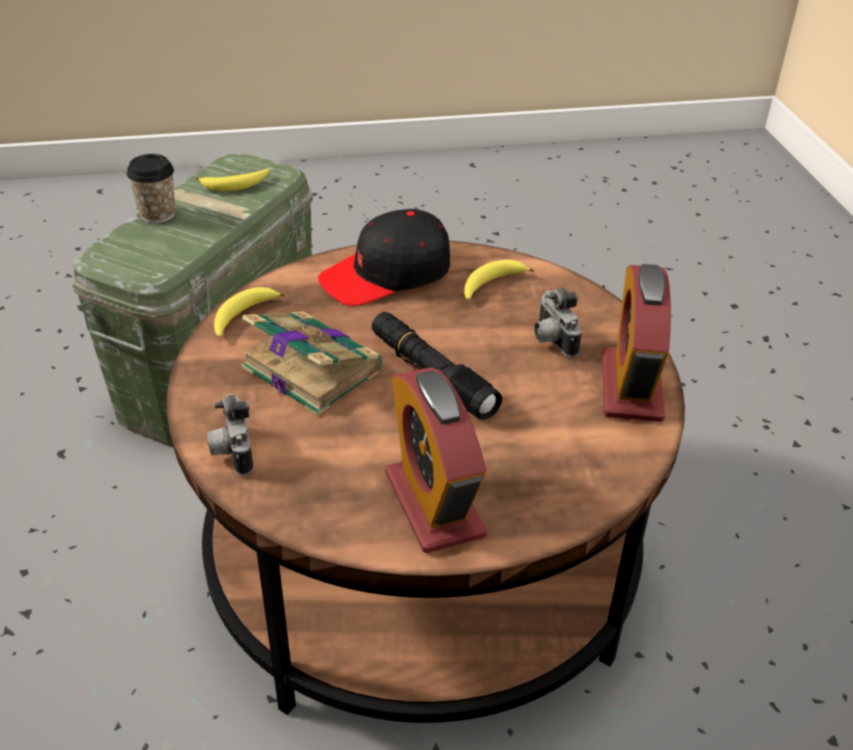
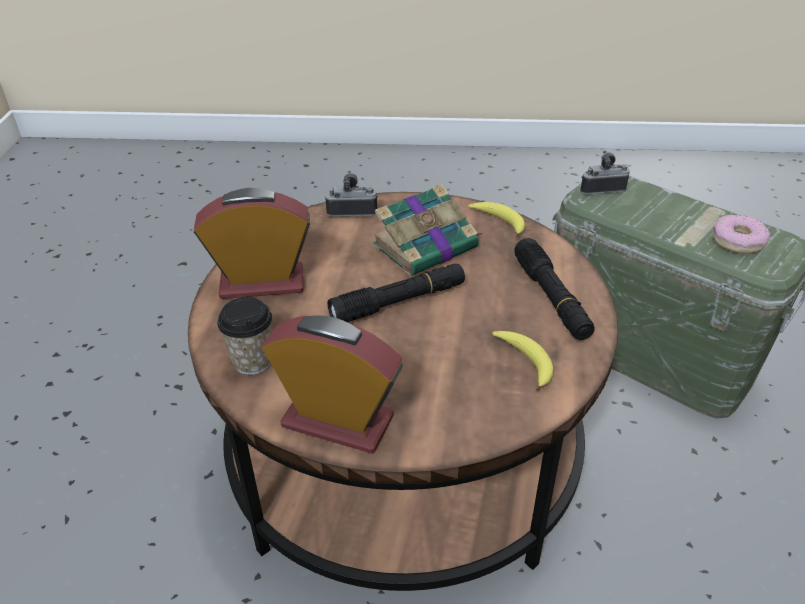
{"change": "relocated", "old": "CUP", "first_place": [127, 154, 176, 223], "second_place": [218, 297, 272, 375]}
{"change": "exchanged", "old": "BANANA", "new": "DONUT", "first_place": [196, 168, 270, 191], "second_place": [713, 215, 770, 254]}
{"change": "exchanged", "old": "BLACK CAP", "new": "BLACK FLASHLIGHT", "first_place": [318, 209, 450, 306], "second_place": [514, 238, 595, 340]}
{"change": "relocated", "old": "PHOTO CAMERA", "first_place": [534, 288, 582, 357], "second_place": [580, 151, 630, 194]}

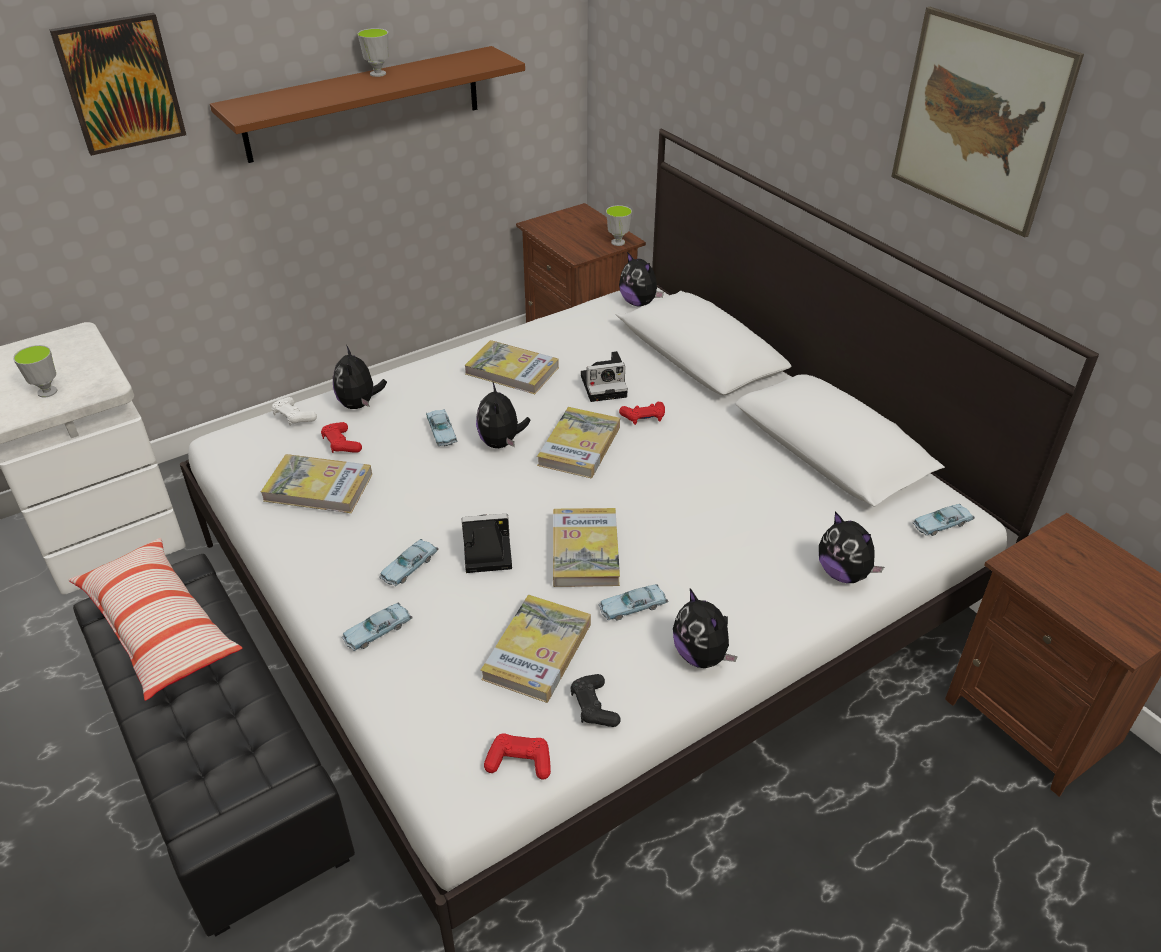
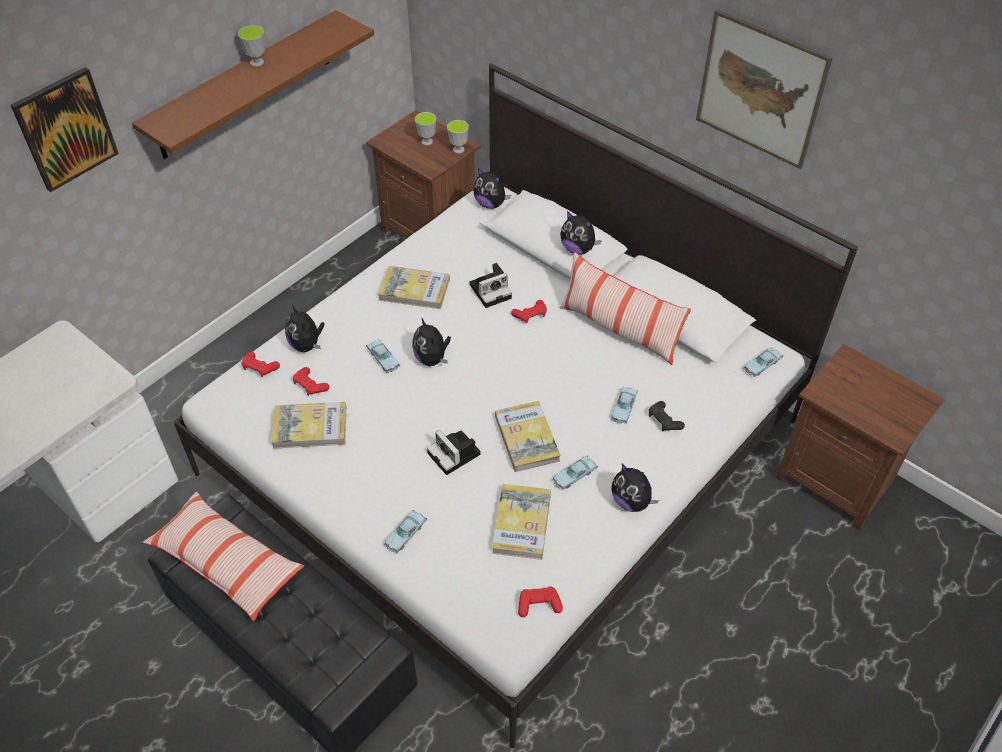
{"change": "relocated", "old": "CUP", "first_place": [13, 345, 57, 398], "second_place": [415, 112, 436, 146]}
{"change": "colour", "old": "WHITE GAME CONTROLLER", "new": "RED GAME CONTROLLER", "first_place": [272, 397, 317, 426], "second_place": [242, 352, 280, 377]}
{"change": "relocated", "old": "BLUE TOY CAR", "first_place": [379, 539, 439, 586], "second_place": [611, 386, 638, 424]}
{"change": "spun", "old": "PHOTO CAMERA", "first_place": [462, 514, 512, 573], "second_place": [427, 430, 481, 475], "degrees": -105}
{"change": "missing", "old": "BOOK", "first_place": [537, 407, 620, 478]}
{"change": "relocated", "old": "BLACK GAME CONTROLLER", "first_place": [571, 674, 621, 727], "second_place": [649, 401, 685, 431]}
{"change": "relocated", "old": "PLUSH TOY", "first_place": [819, 511, 884, 583], "second_place": [560, 211, 602, 255]}
{"change": "appeared", "new": "PILLOW", "second_place": [559, 252, 691, 365]}

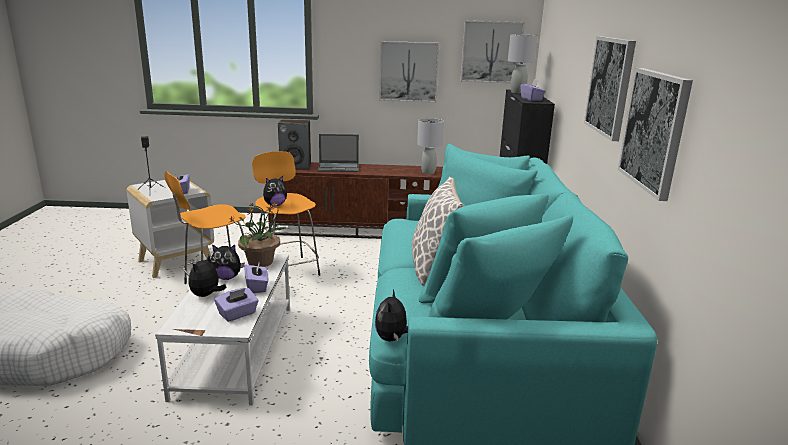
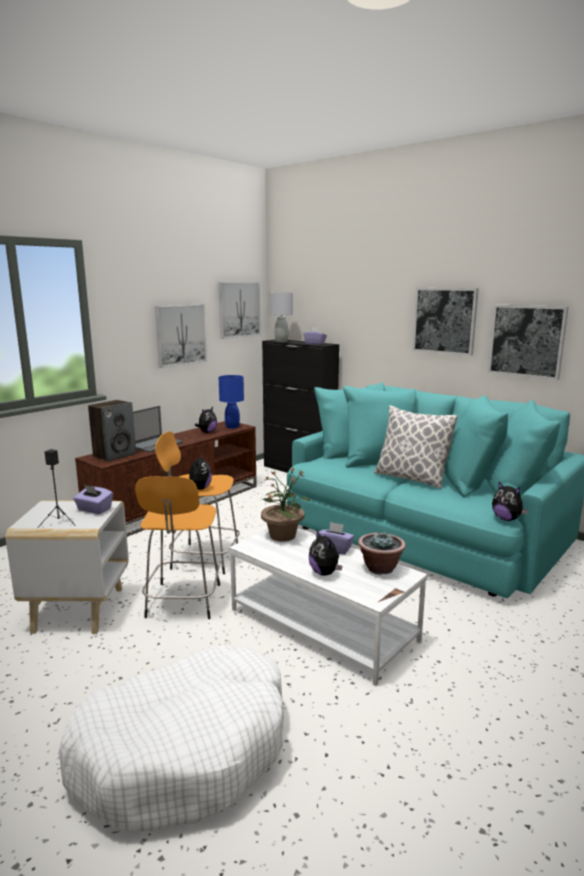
{"change": "relocated", "old": "PLUSH TOY", "first_place": [211, 245, 245, 280], "second_place": [195, 407, 217, 433]}
{"change": "exchanged", "old": "PURPLE TISSUE BOX", "new": "POTTED PLANT", "first_place": [214, 288, 259, 322], "second_place": [358, 532, 406, 575]}
{"change": "colour", "old": "GREY TABLE LAMP", "new": "BLUE TABLE LAMP", "first_place": [417, 118, 444, 174], "second_place": [219, 375, 244, 429]}

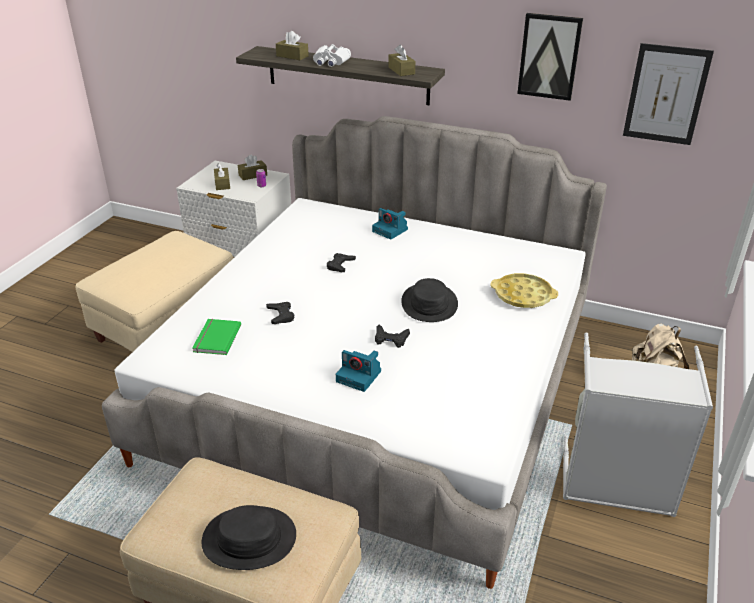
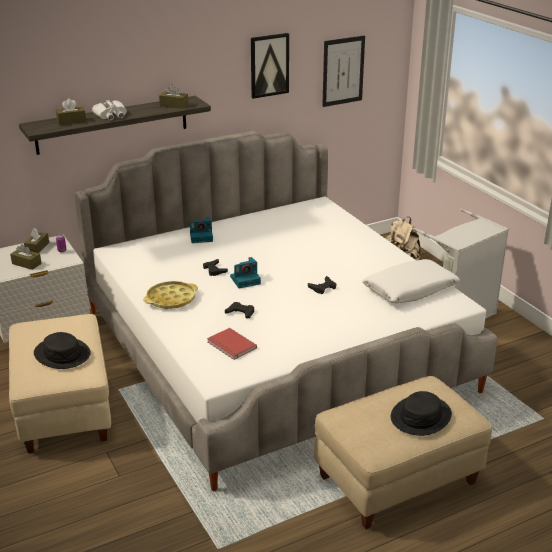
{"change": "colour", "old": "GREEN BOOK", "new": "RED BOOK", "first_place": [192, 319, 241, 355], "second_place": [207, 328, 257, 360]}
{"change": "relocated", "old": "PHOTO CAMERA", "first_place": [336, 350, 381, 392], "second_place": [230, 257, 261, 289]}
{"change": "relocated", "old": "BLACK HAT", "first_place": [401, 278, 458, 322], "second_place": [34, 332, 91, 369]}
{"change": "relocated", "old": "YELLOW TRAY", "first_place": [490, 273, 558, 308], "second_place": [143, 281, 198, 310]}
{"change": "appeared", "new": "WHITE PILLOW", "second_place": [362, 259, 460, 303]}

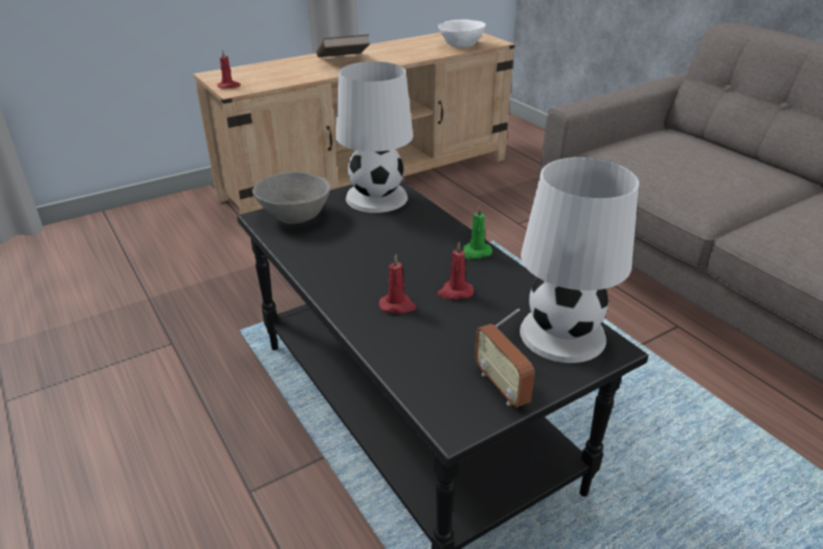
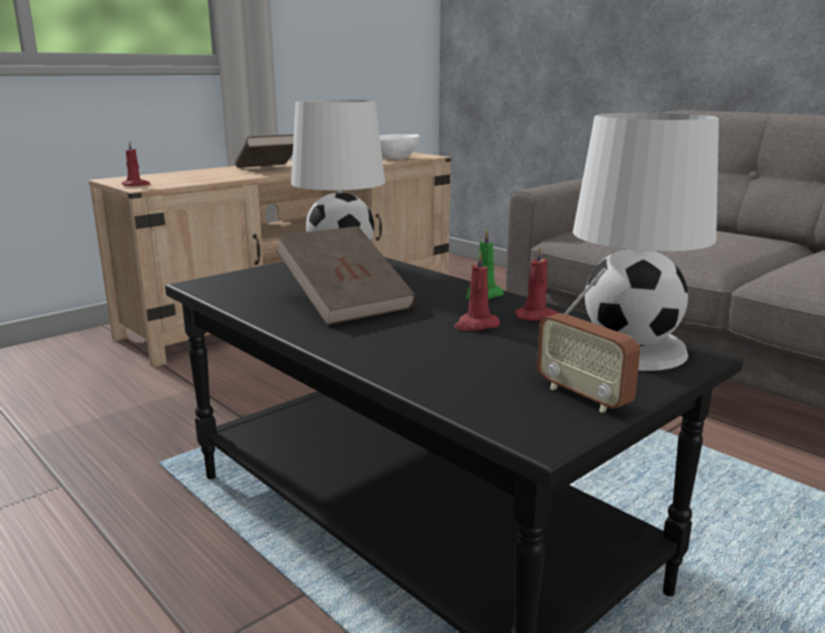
{"change": "missing", "old": "GREY BOWL", "first_place": [252, 172, 331, 224]}
{"change": "relocated", "old": "RED CANDLE", "first_place": [379, 254, 417, 314], "second_place": [515, 244, 559, 321]}
{"change": "appeared", "new": "BROWN BOOK", "second_place": [276, 226, 416, 325]}

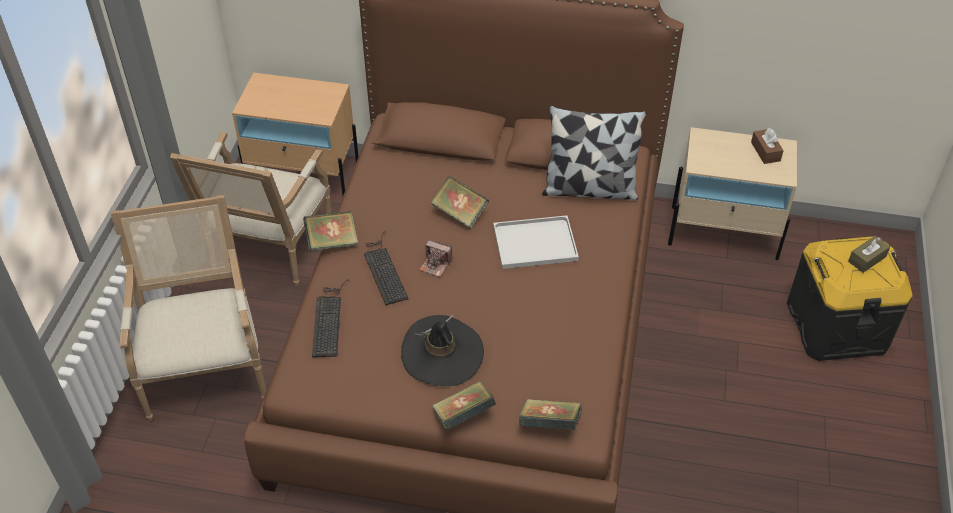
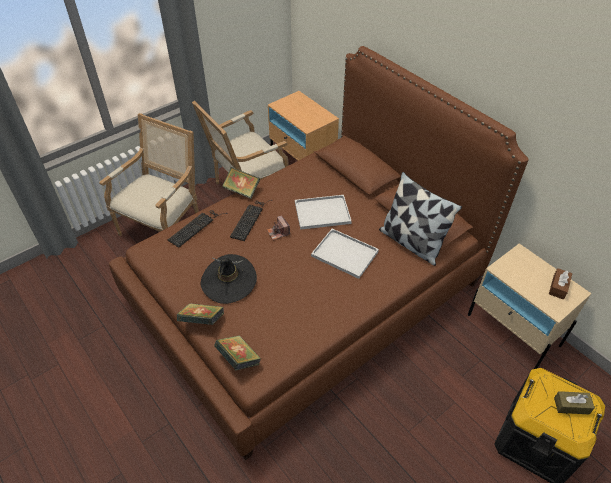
{"change": "exchanged", "old": "BOOK", "new": "WHITE TRAY", "first_place": [431, 176, 489, 229], "second_place": [295, 195, 352, 230]}

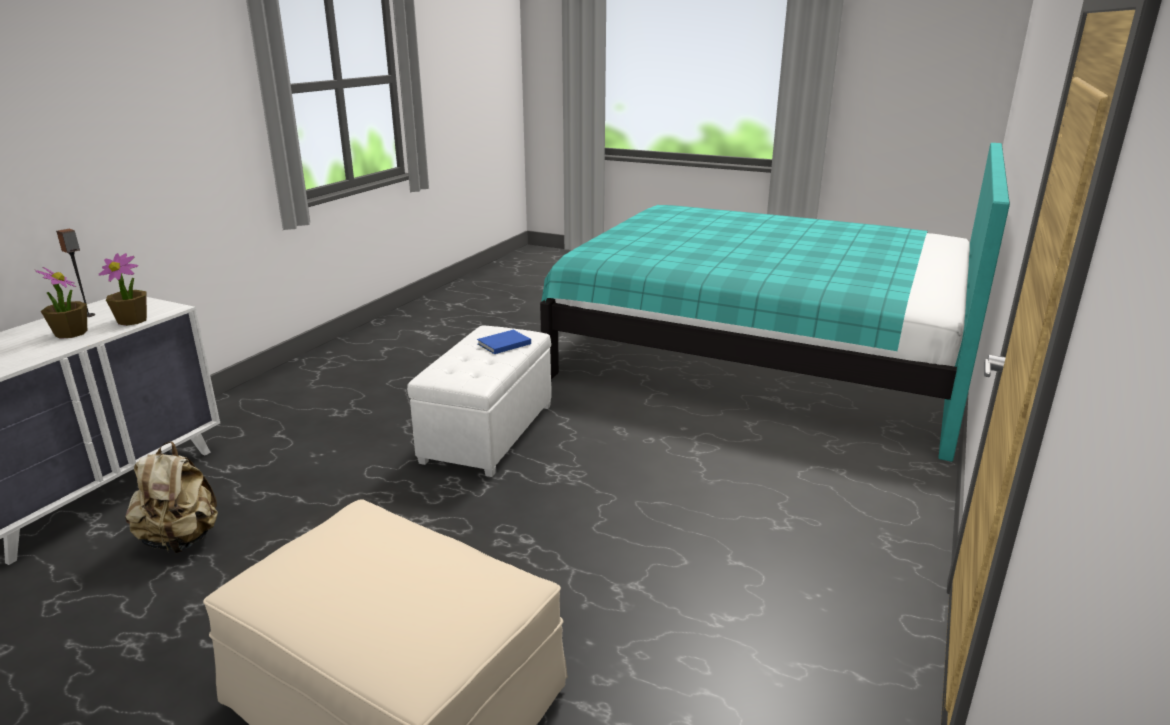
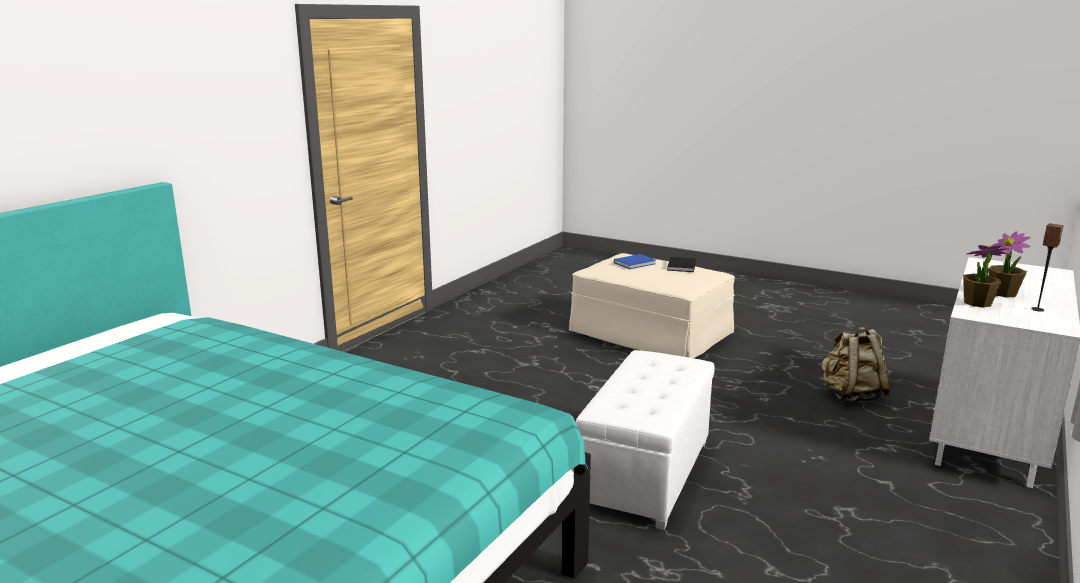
{"change": "relocated", "old": "BLUE BOOK", "first_place": [477, 330, 531, 354], "second_place": [614, 254, 656, 269]}
{"change": "appeared", "new": "BLACK BOOK", "second_place": [667, 257, 696, 272]}

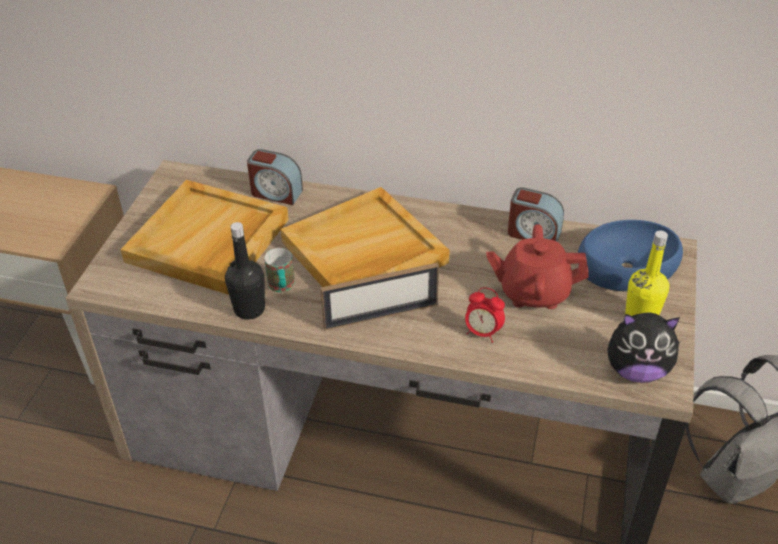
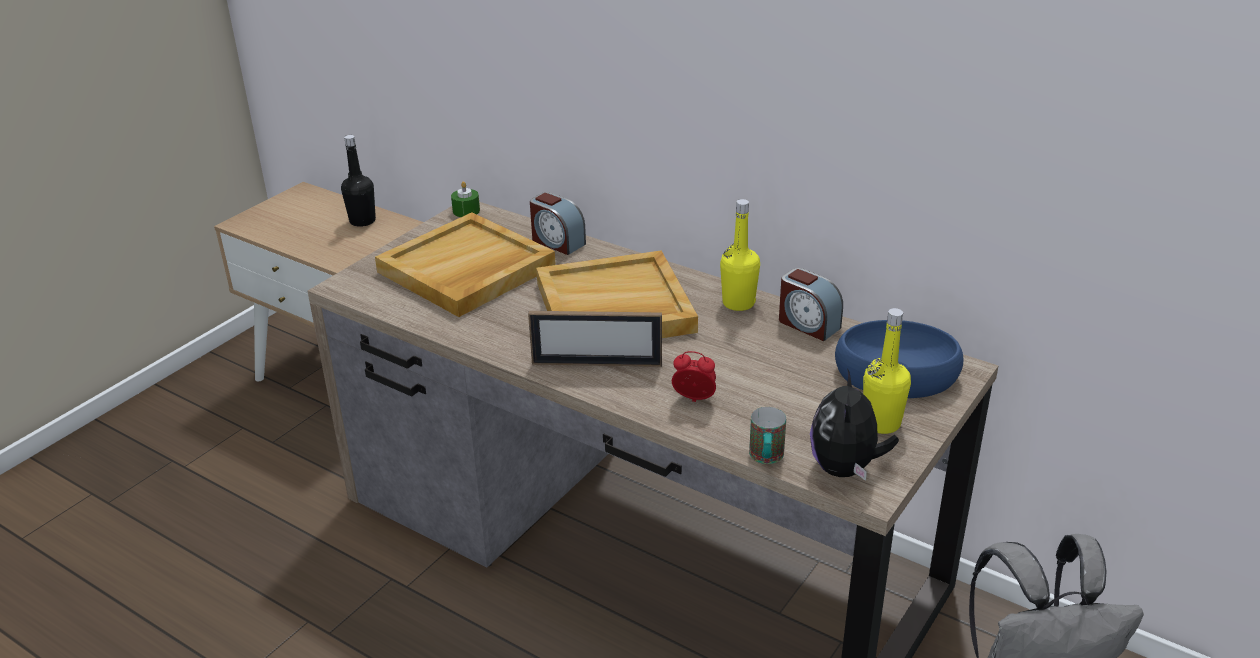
{"change": "relocated", "old": "BLACK BOTTLE", "first_place": [225, 222, 265, 320], "second_place": [341, 135, 376, 227]}
{"change": "relocated", "old": "MUG", "first_place": [264, 248, 295, 292], "second_place": [749, 407, 786, 464]}
{"change": "spun", "old": "ALARM CLOCK", "first_place": [465, 287, 505, 343], "second_place": [672, 351, 716, 402], "degrees": 150}
{"change": "missing", "old": "RED TEAPOT", "first_place": [486, 224, 589, 309]}
{"change": "spun", "old": "PLUSH TOY", "first_place": [608, 313, 681, 383], "second_place": [810, 368, 899, 481], "degrees": 75}
{"change": "appeared", "new": "GREEN CANDLE", "second_place": [451, 181, 480, 217]}
{"change": "appeared", "new": "YELLOW BOTTLE", "second_place": [720, 199, 760, 311]}

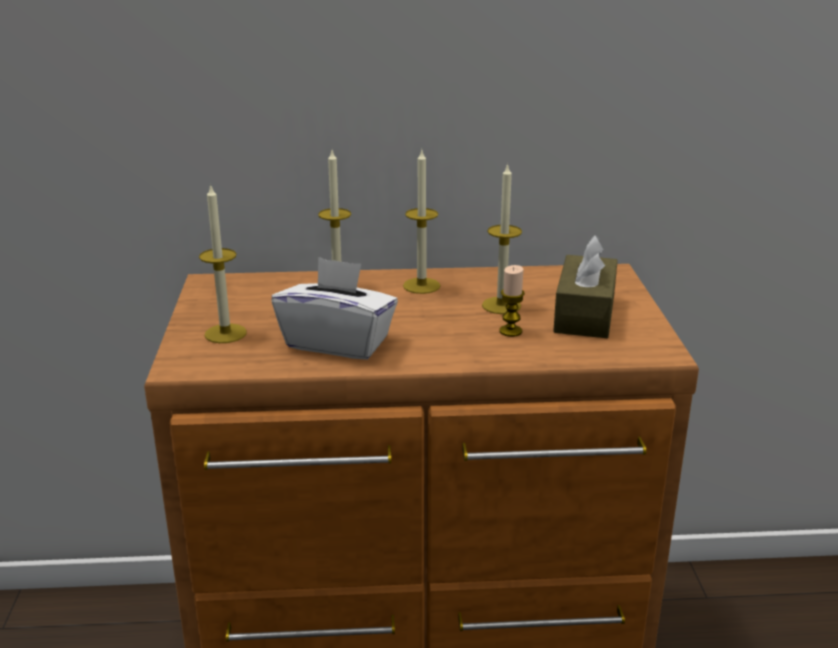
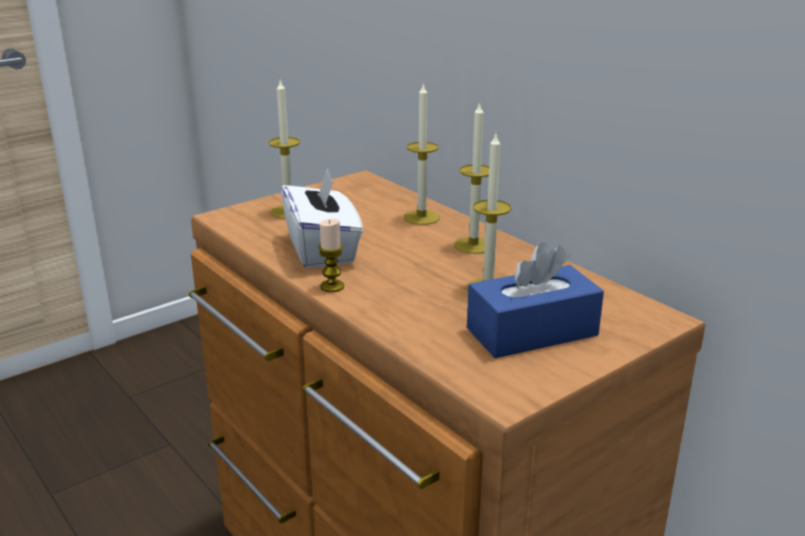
{"change": "relocated", "old": "CANDLE", "first_place": [499, 265, 525, 337], "second_place": [318, 219, 344, 292]}
{"change": "colour", "old": "BROWN TISSUE BOX", "new": "BLUE TISSUE BOX", "first_place": [553, 235, 618, 338], "second_place": [467, 242, 604, 358]}

